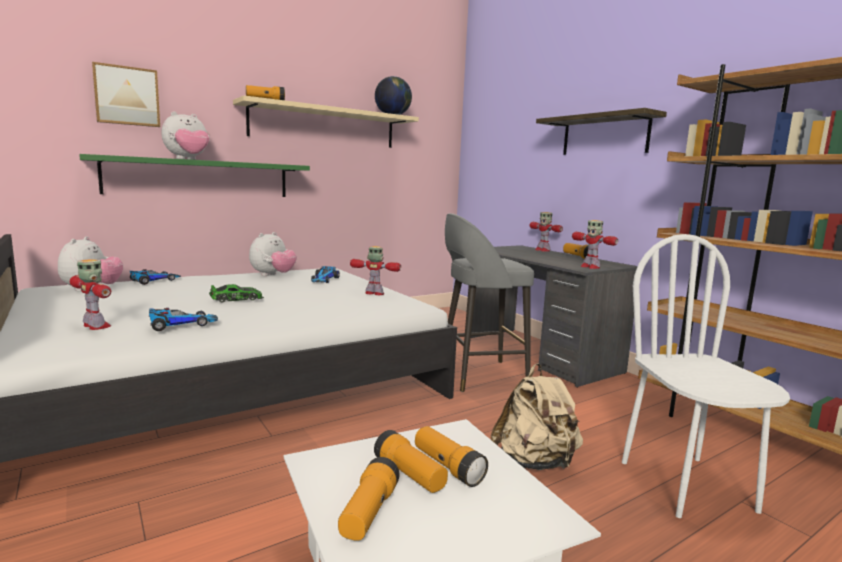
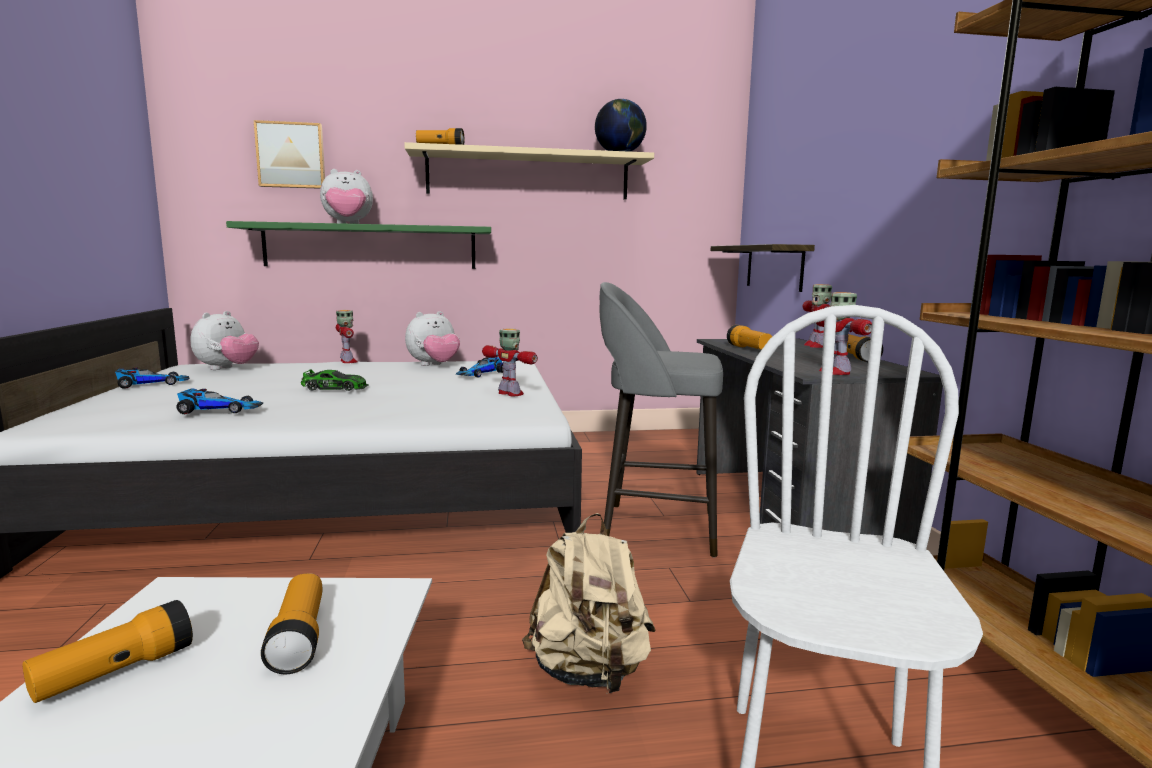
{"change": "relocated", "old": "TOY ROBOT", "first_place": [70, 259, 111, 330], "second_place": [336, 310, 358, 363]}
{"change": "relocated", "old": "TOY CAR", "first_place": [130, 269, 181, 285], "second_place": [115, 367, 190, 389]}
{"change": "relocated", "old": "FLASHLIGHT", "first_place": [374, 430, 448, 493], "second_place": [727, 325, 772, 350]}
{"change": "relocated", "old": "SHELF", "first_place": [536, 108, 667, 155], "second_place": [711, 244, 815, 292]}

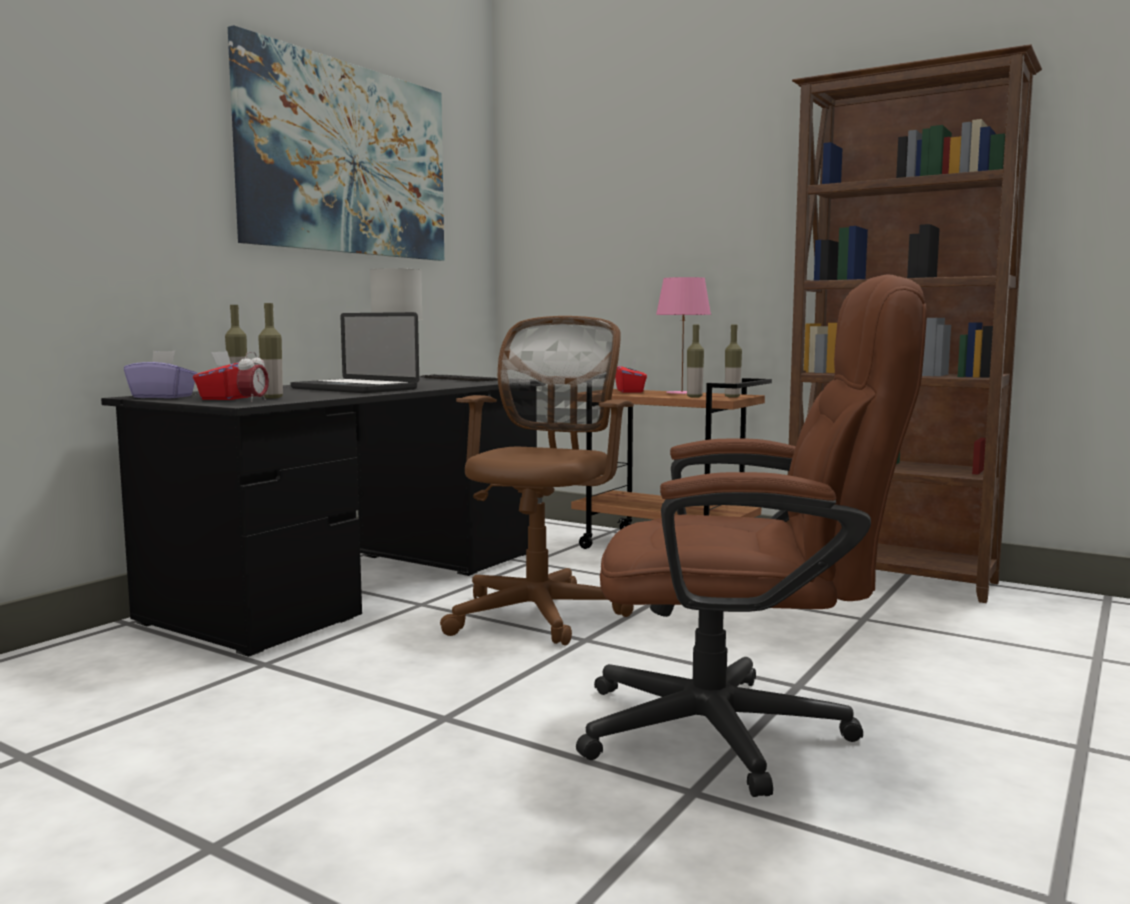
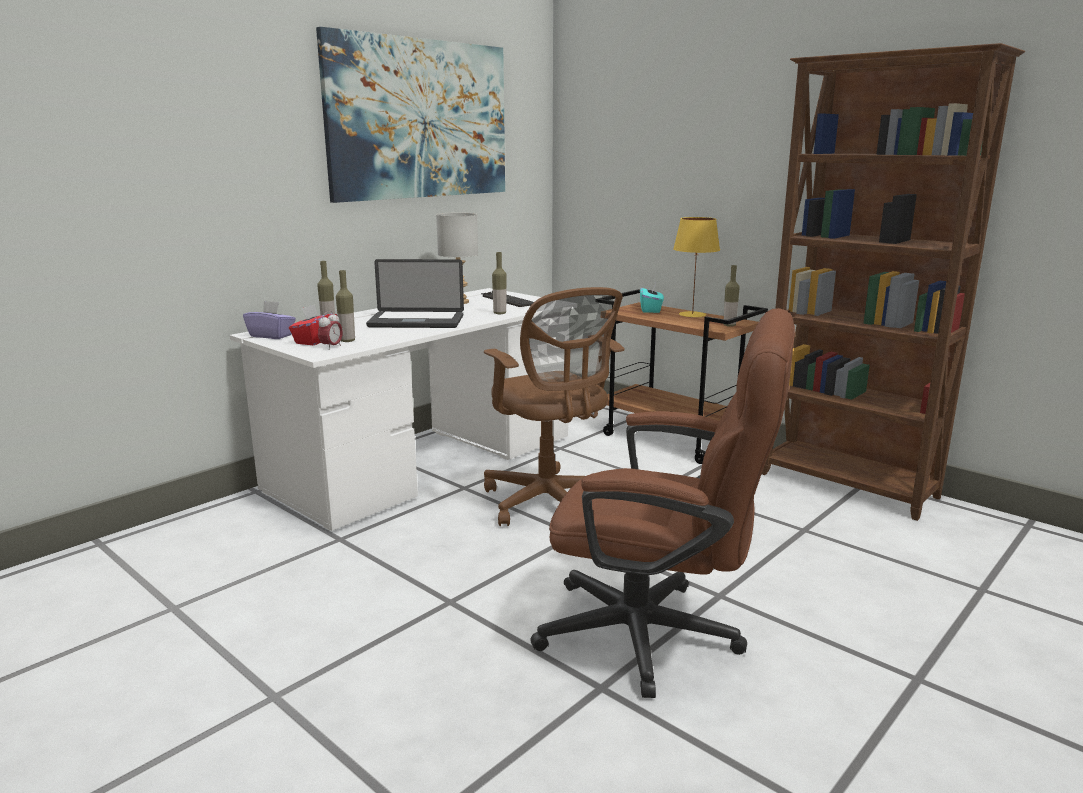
{"change": "colour", "old": "BLACK DESK", "new": "WHITE DESK", "first_place": [101, 376, 540, 657], "second_place": [230, 288, 573, 531]}
{"change": "spun", "old": "LAPTOP", "first_place": [291, 312, 419, 393], "second_place": [366, 259, 464, 328], "degrees": -45}
{"change": "spun", "old": "BROWN OFFICE CHAIR", "first_place": [440, 316, 634, 645], "second_place": [484, 287, 625, 526], "degrees": 120}
{"change": "colour", "old": "RED TISSUE BOX", "new": "TURQUOISE TISSUE BOX", "first_place": [615, 359, 647, 393], "second_place": [640, 283, 664, 313]}
{"change": "colour", "old": "PINK TABLE LAMP", "new": "YELLOW TABLE LAMP", "first_place": [656, 277, 711, 394], "second_place": [673, 217, 720, 317]}
{"change": "relocated", "old": "BOTTLE", "first_place": [687, 325, 704, 398], "second_place": [492, 252, 507, 314]}

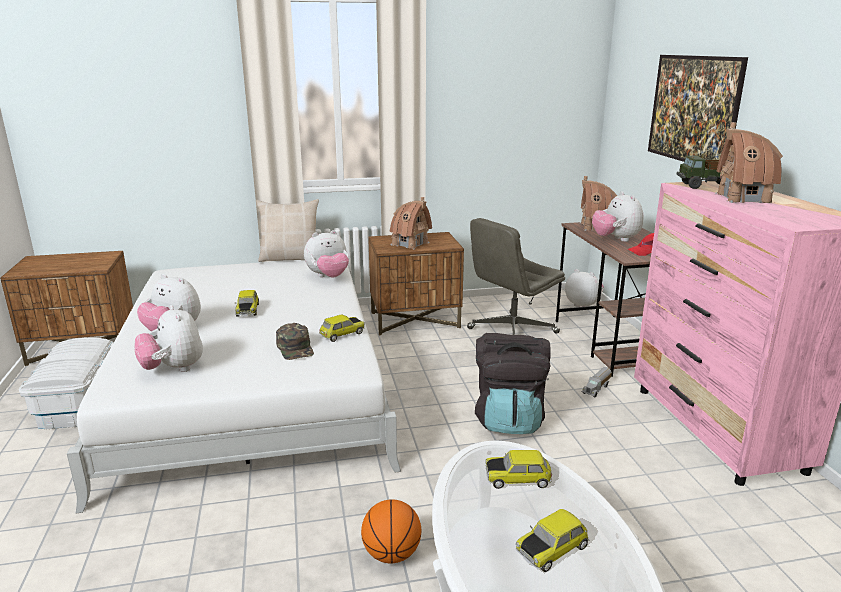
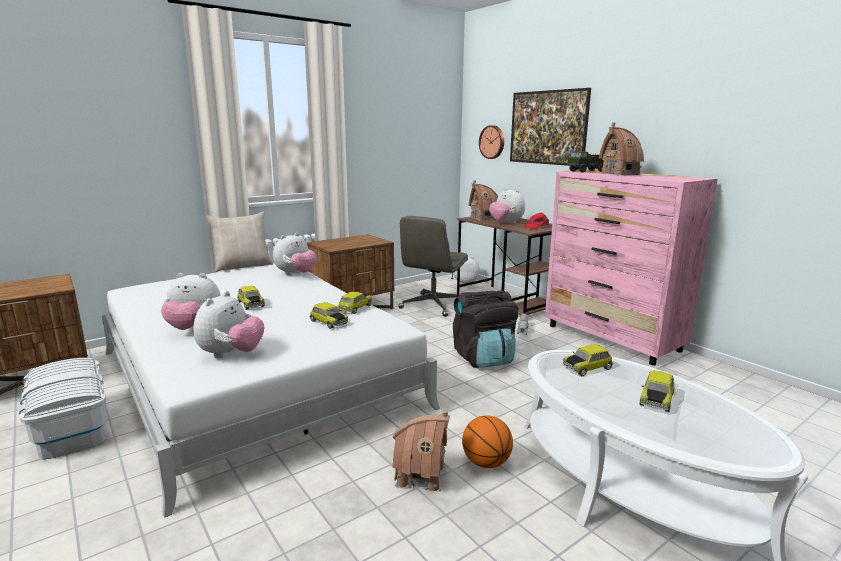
{"change": "spun", "old": "PLUSH TOY", "first_place": [134, 305, 203, 372], "second_place": [194, 291, 264, 358], "degrees": -105}
{"change": "exchanged", "old": "GREEN CAP", "new": "TOY CAR", "first_place": [276, 323, 314, 360], "second_place": [310, 302, 348, 329]}
{"change": "relocated", "old": "TOY HOUSE", "first_place": [390, 197, 432, 249], "second_place": [393, 410, 450, 491]}
{"change": "appeared", "new": "WALL CLOCK", "second_place": [479, 125, 504, 159]}

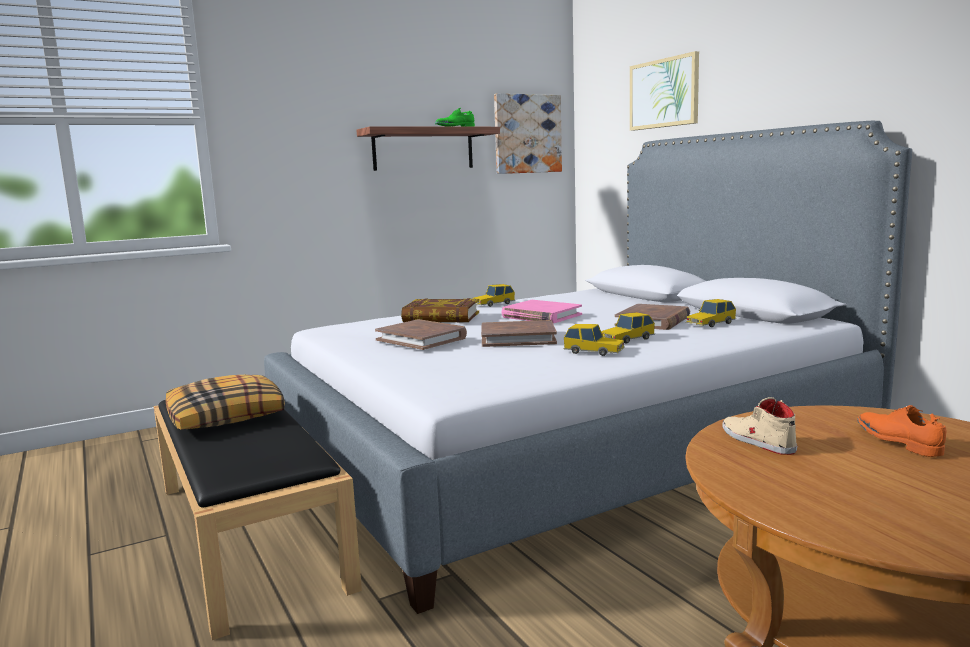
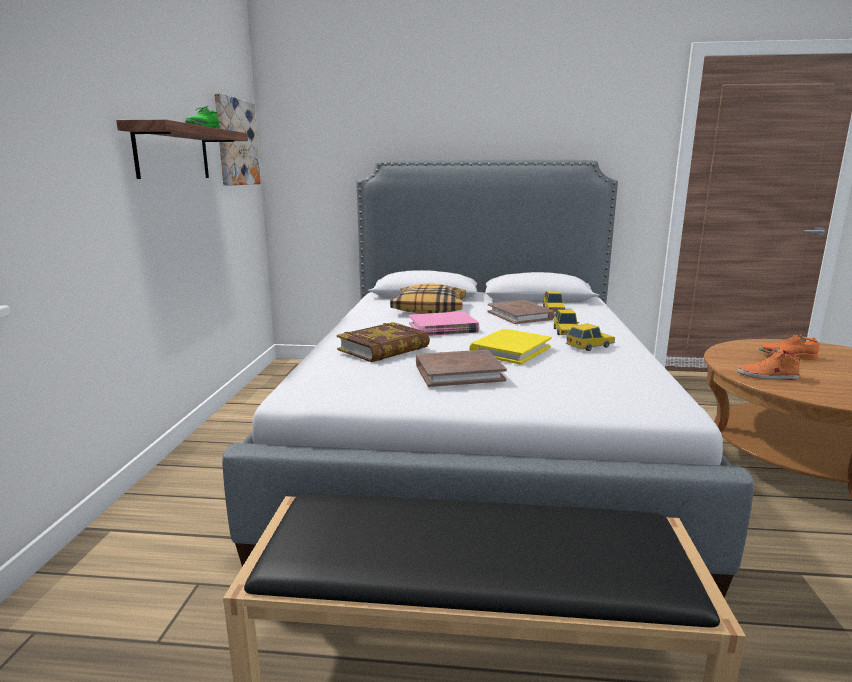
{"change": "relocated", "old": "PILLOW", "first_place": [166, 375, 285, 430], "second_place": [390, 284, 466, 314]}
{"change": "missing", "old": "TOY CAR", "first_place": [473, 284, 515, 307]}
{"change": "colour", "old": "BROWN BOOK", "new": "YELLOW BOOK", "first_place": [481, 320, 557, 347], "second_place": [469, 329, 552, 365]}
{"change": "missing", "old": "PICTURE", "first_place": [630, 51, 699, 131]}
{"change": "colour", "old": "BEIGE SHOE", "new": "ORANGE SHOE", "first_place": [722, 397, 798, 455], "second_place": [737, 347, 800, 380]}

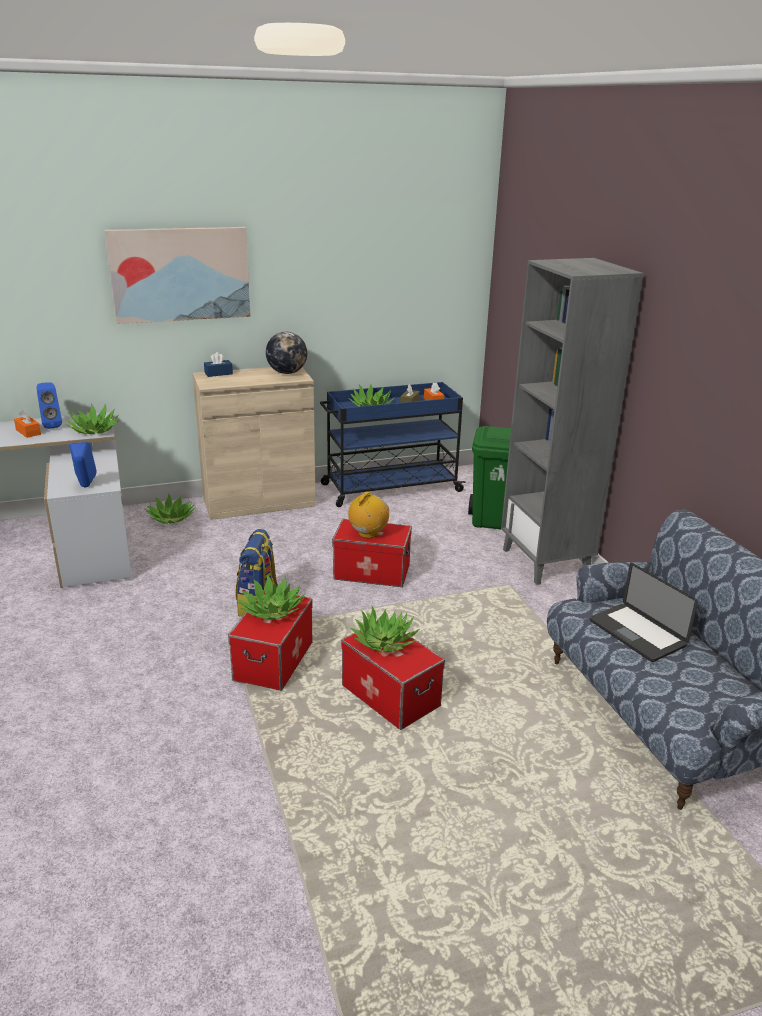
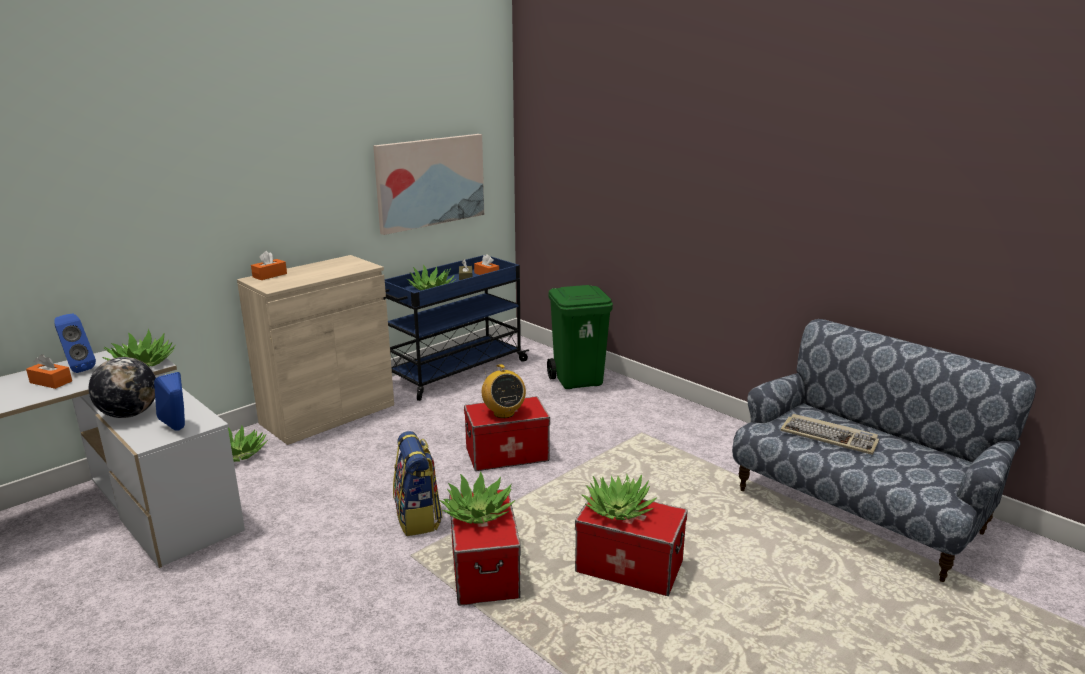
{"change": "relocated", "old": "PICTURE", "first_place": [105, 227, 251, 324], "second_place": [373, 134, 484, 235]}
{"change": "colour", "old": "BLUE TISSUE BOX", "new": "ORANGE TISSUE BOX", "first_place": [204, 352, 233, 377], "second_place": [251, 251, 287, 280]}
{"change": "relocated", "old": "GLOBE", "first_place": [266, 332, 307, 374], "second_place": [89, 357, 156, 418]}
{"change": "spun", "old": "RADIO", "first_place": [348, 491, 389, 538], "second_place": [482, 364, 526, 418], "degrees": 150}
{"change": "missing", "old": "GREY BOOKCASE", "first_place": [501, 258, 644, 585]}
{"change": "exchanged", "old": "LAPTOP", "new": "KEYBOARD", "first_place": [590, 563, 698, 662], "second_place": [780, 414, 879, 455]}

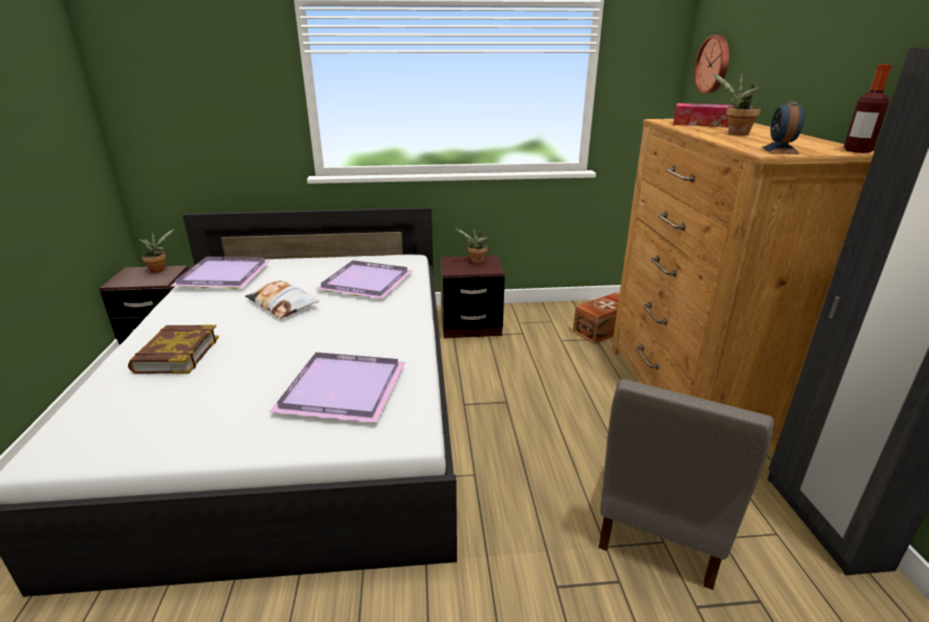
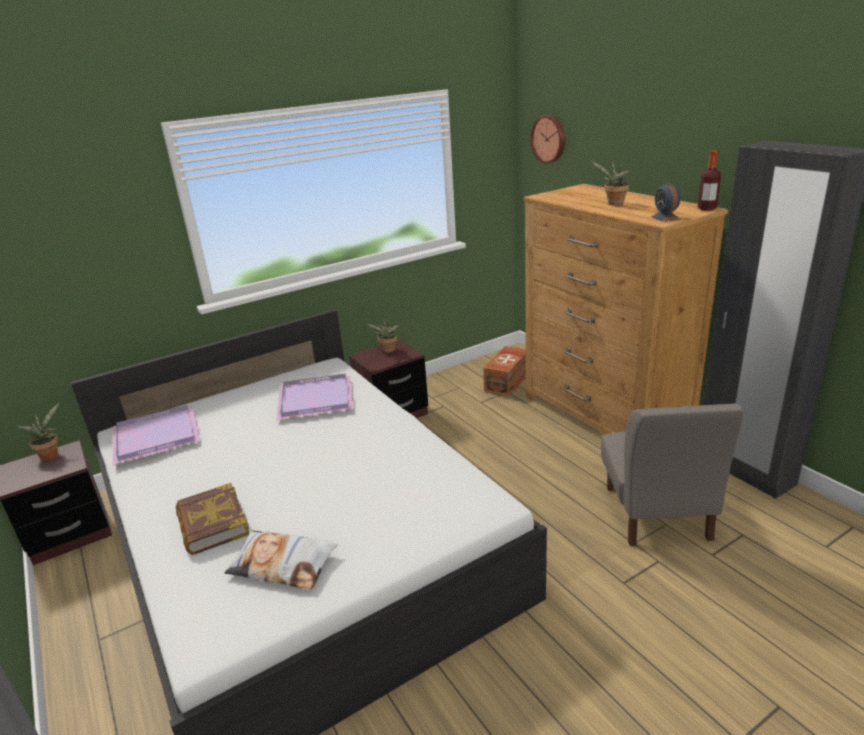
{"change": "relocated", "old": "PILLOW", "first_place": [245, 280, 319, 319], "second_place": [224, 530, 338, 589]}
{"change": "missing", "old": "PURPLE TRAY", "first_place": [269, 352, 405, 423]}
{"change": "missing", "old": "TISSUE BOX", "first_place": [673, 103, 733, 127]}

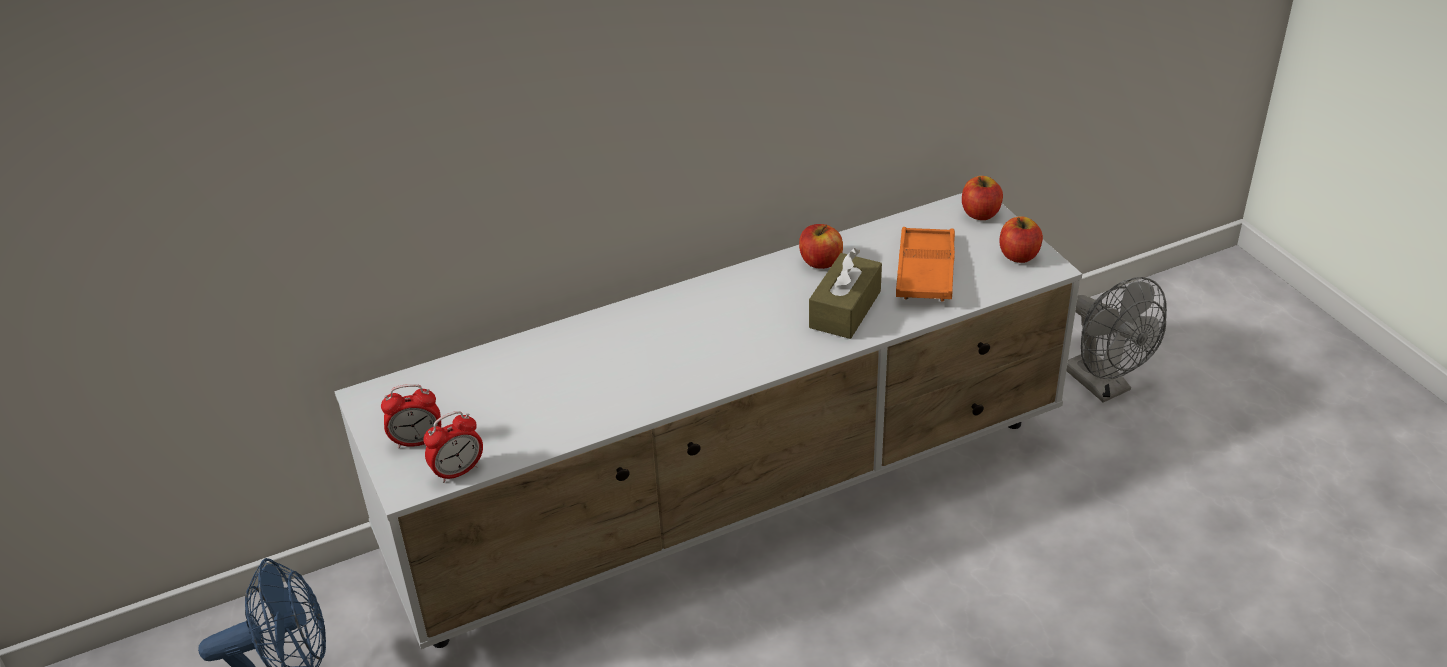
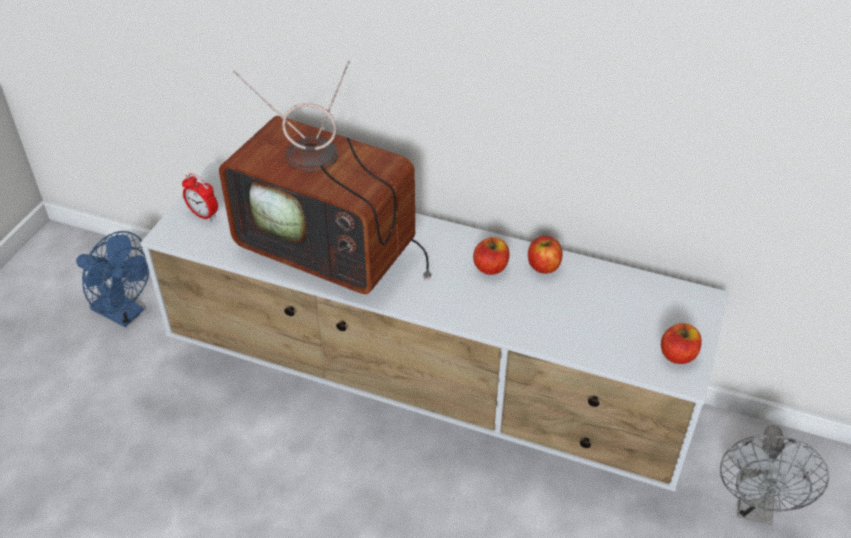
{"change": "missing", "old": "ALARM CLOCK", "first_place": [424, 411, 483, 483]}
{"change": "missing", "old": "BROWN TISSUE BOX", "first_place": [809, 248, 882, 339]}
{"change": "missing", "old": "ORANGE TRAY", "first_place": [896, 227, 955, 302]}
{"change": "relocated", "old": "APPLE", "first_place": [962, 176, 1003, 220], "second_place": [473, 237, 510, 275]}
{"change": "appeared", "new": "TELEVISION", "second_place": [219, 60, 431, 294]}

